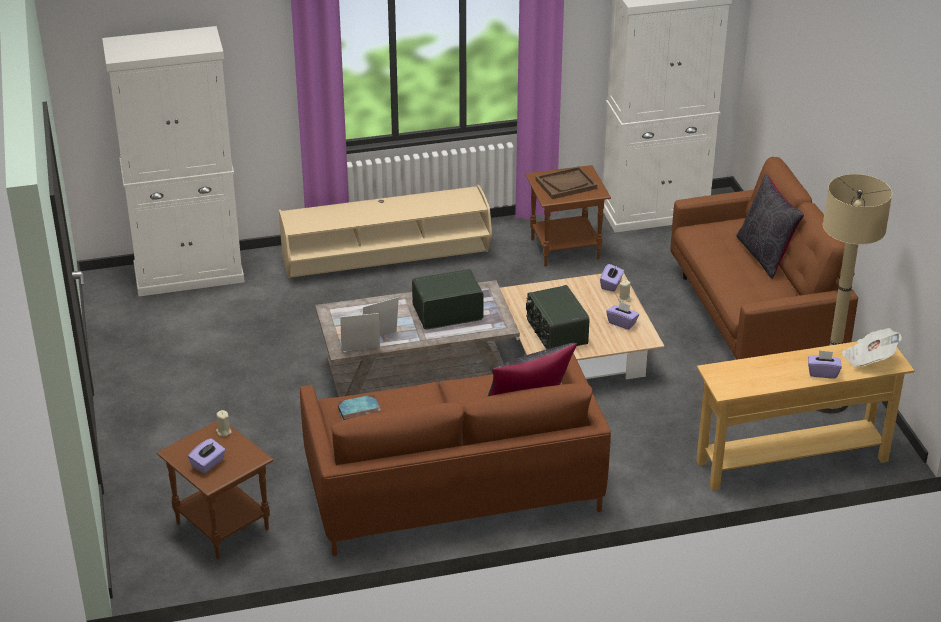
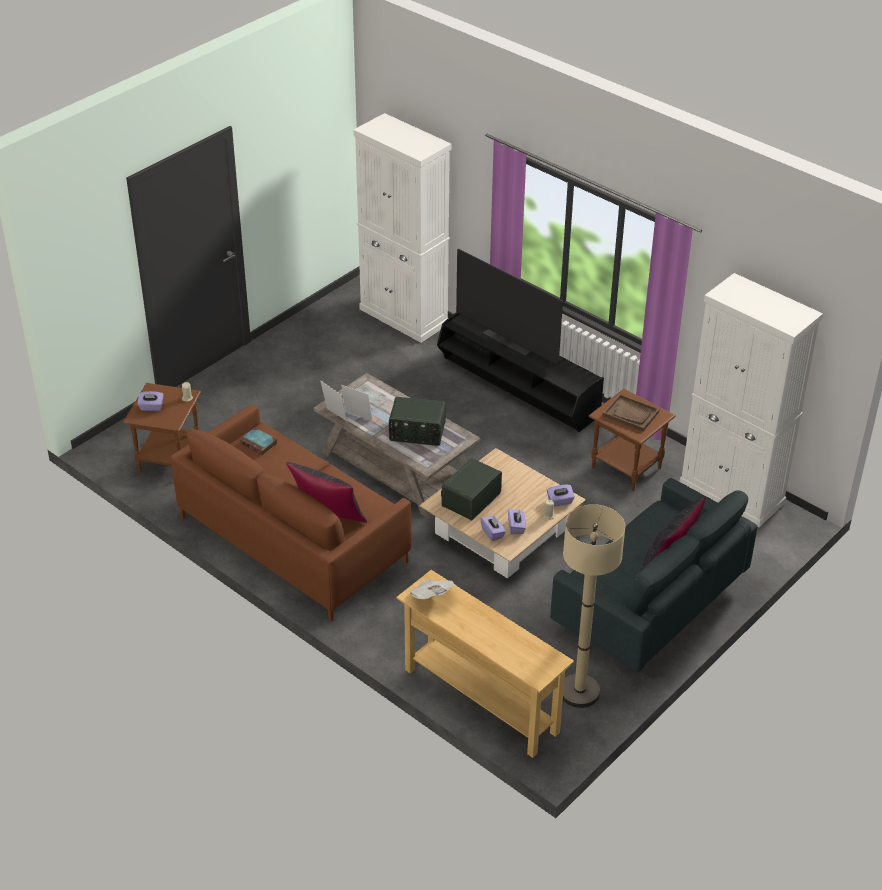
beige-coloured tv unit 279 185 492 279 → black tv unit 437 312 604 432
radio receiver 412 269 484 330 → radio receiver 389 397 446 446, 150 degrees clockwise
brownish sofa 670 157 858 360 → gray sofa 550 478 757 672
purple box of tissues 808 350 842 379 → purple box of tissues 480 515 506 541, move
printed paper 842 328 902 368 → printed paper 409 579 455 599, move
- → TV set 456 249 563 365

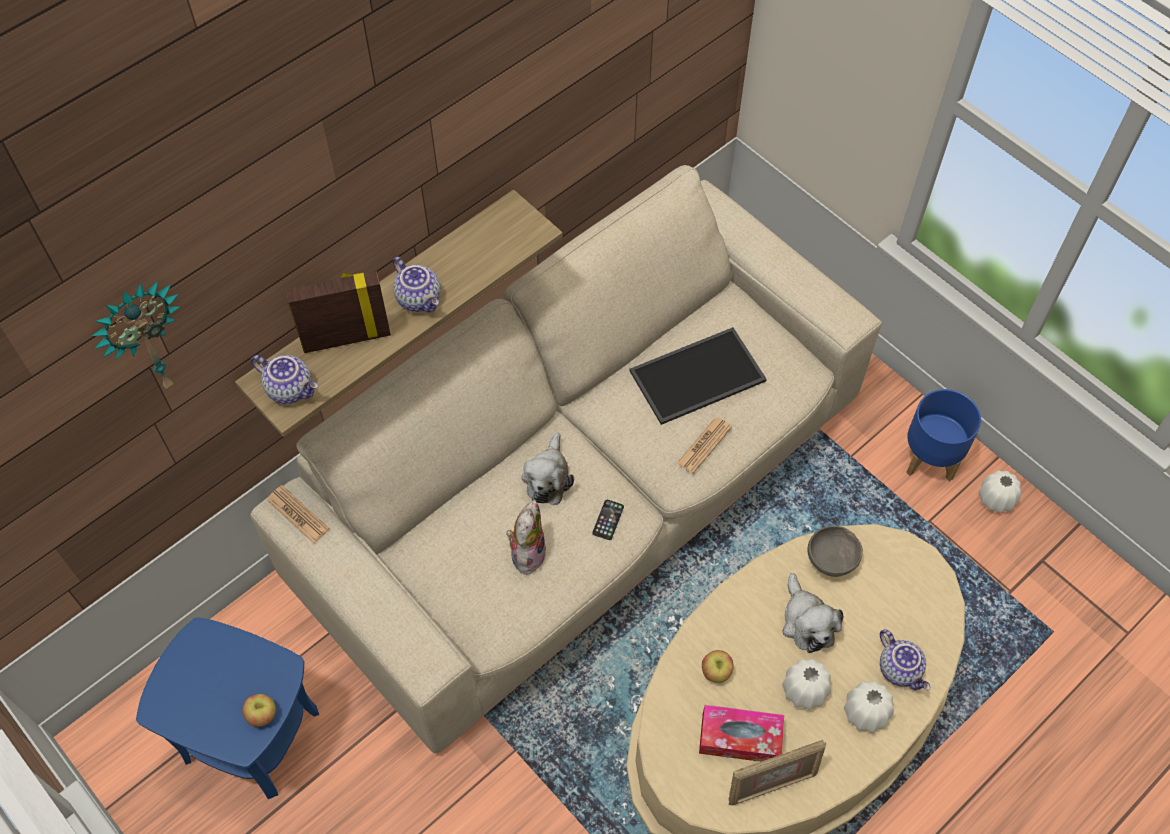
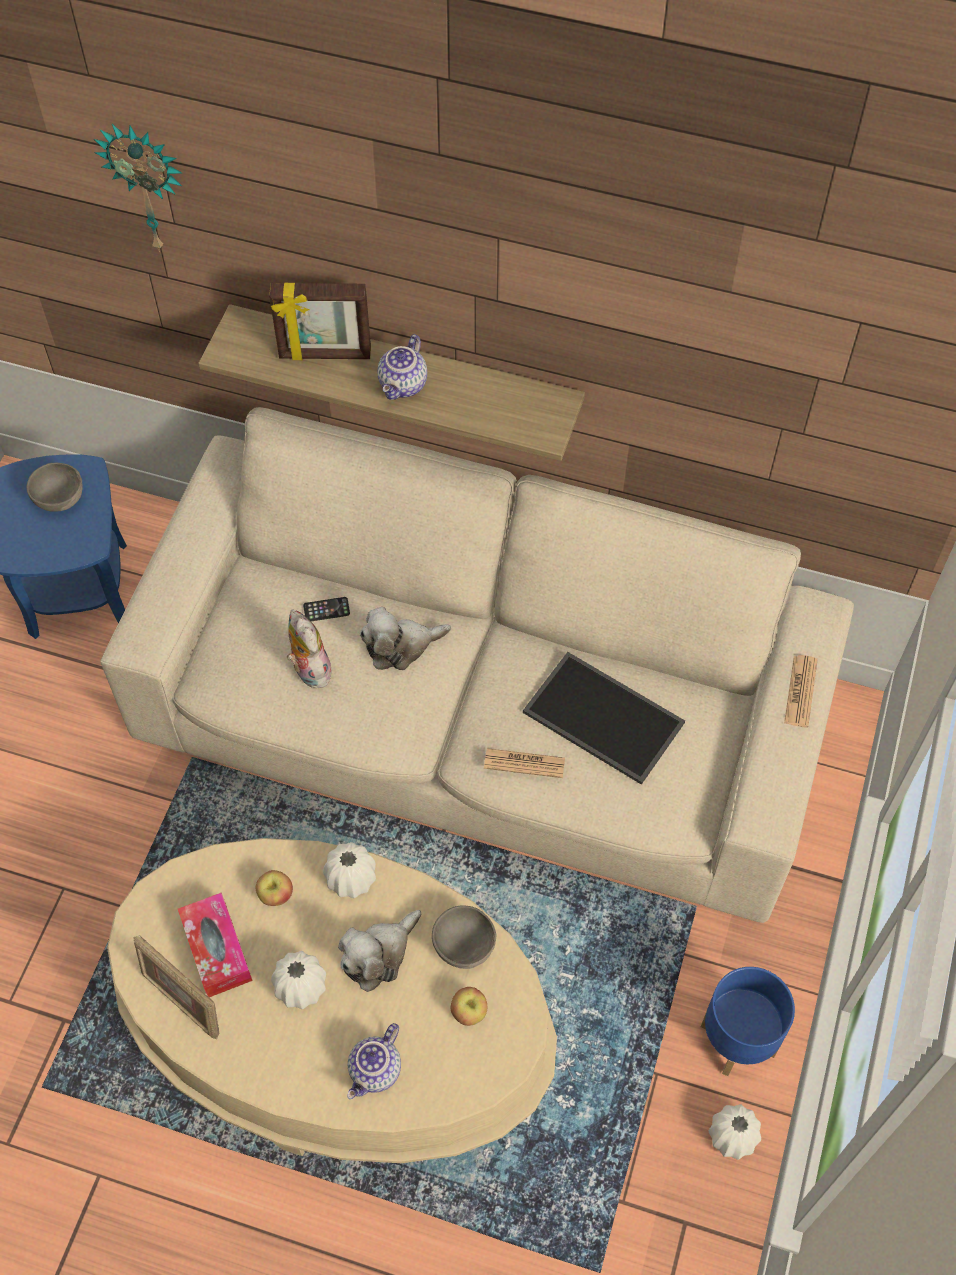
whole apple 242 694 276 727 → whole apple 451 987 487 1026, move
teapot 251 355 318 404 → -
printed paper 267 485 330 543 → printed paper 784 655 818 728, move
picture frame 286 271 391 353 → picture frame 269 283 371 360, 135 degrees clockwise
cuddly toy 506 500 546 576 → cuddly toy 287 609 335 688, 105 degrees counterclockwise
phone 592 500 624 540 → phone 303 597 350 621, move
white-coloured decorative vase 844 681 894 733 → white-coloured decorative vase 323 842 376 898, move
- → gray serving bowl 26 463 82 512

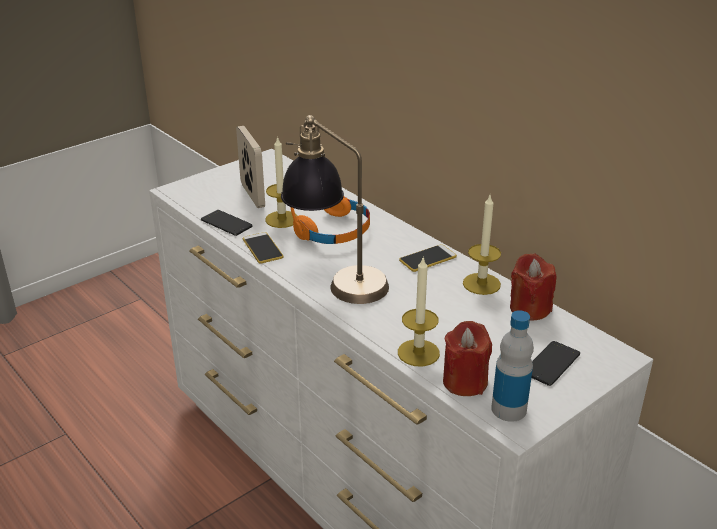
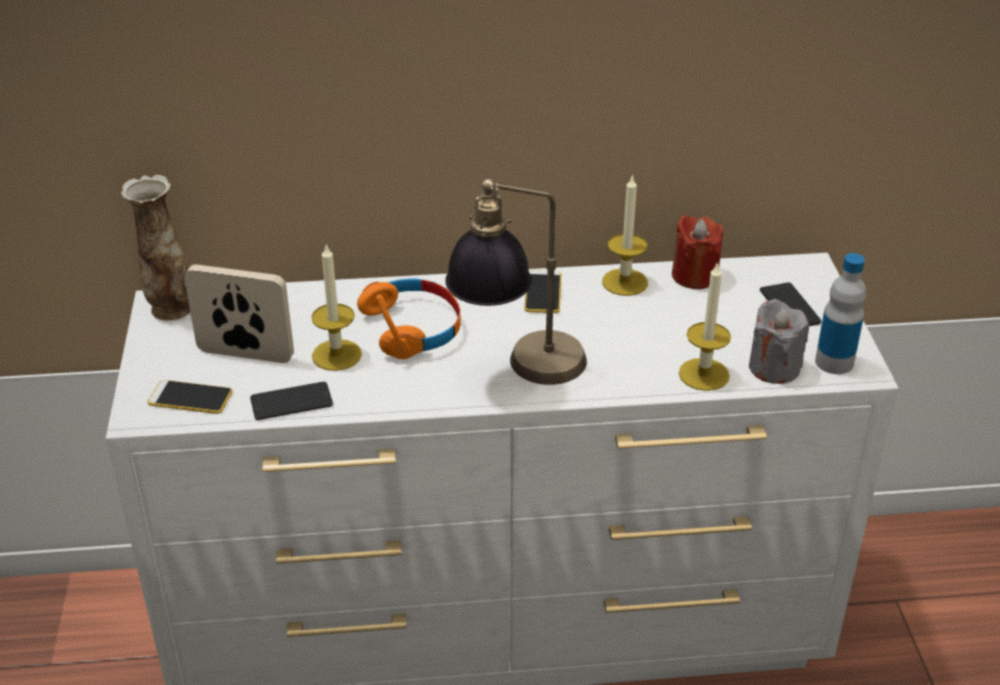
phone 243 232 284 264 → phone 148 380 233 414, move
red-coloured wax candle 443 321 492 396 → gray wax candle 749 299 809 384
- → decorative vase 121 175 190 321

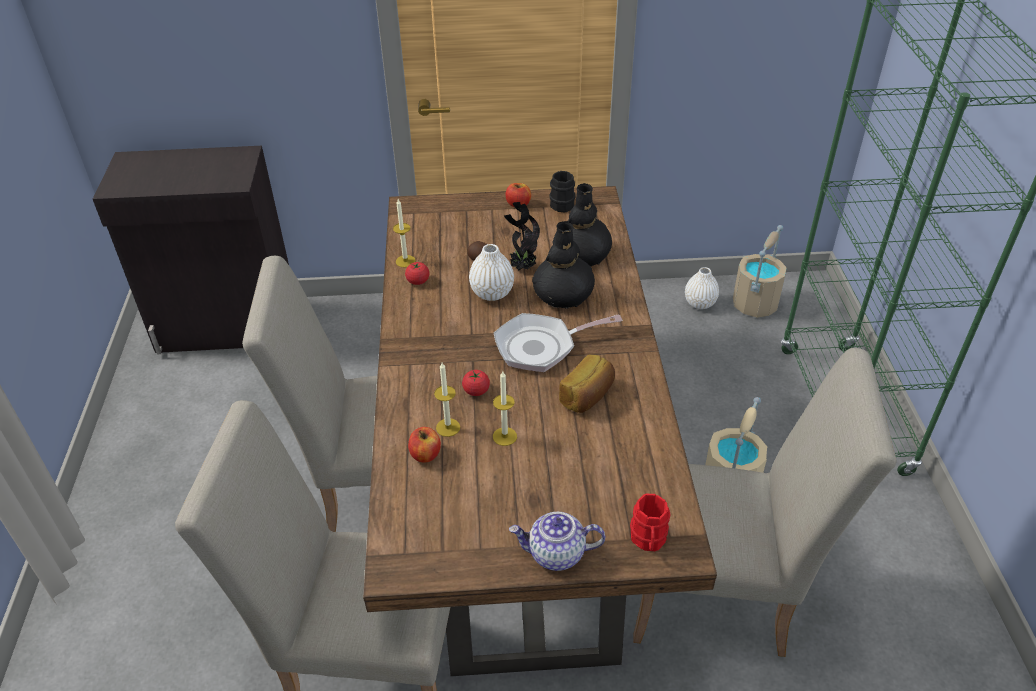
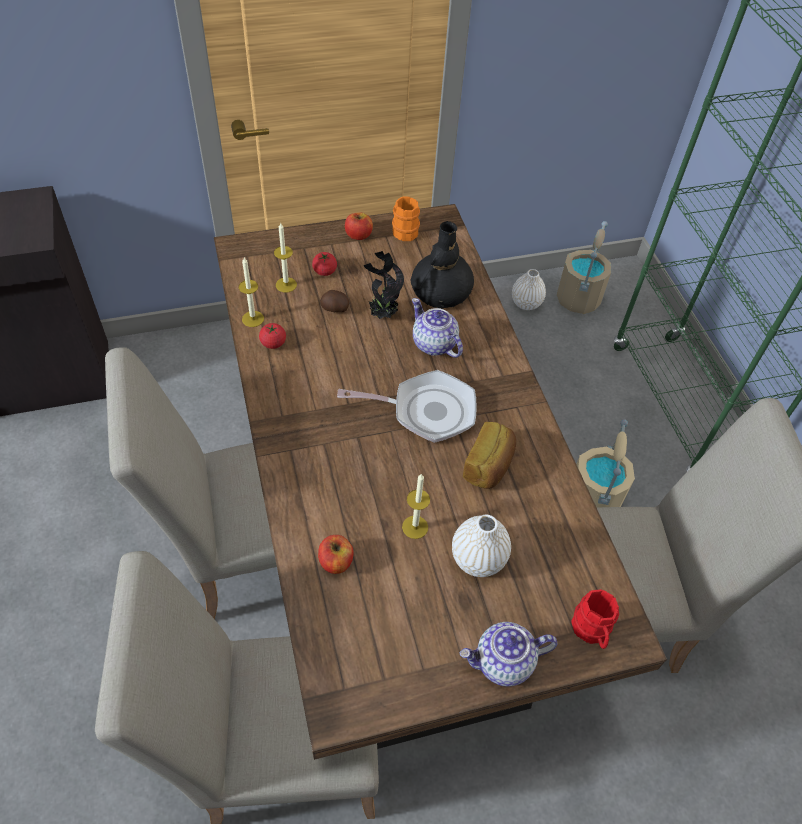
wax candle 434 363 460 437 → wax candle 274 222 297 293, move
fresh tomato 462 370 490 396 → fresh tomato 312 252 337 276, move
white-coloured decorative vase 469 244 514 301 → white-coloured decorative vase 452 515 511 577, move
pan 494 313 622 372 → pan 337 370 477 443, 150 degrees counterclockwise
black decorative vase 532 221 595 308 → teapot 412 298 463 358
black tea mug 550 171 575 212 → orange-coloured tea mug 392 196 420 241

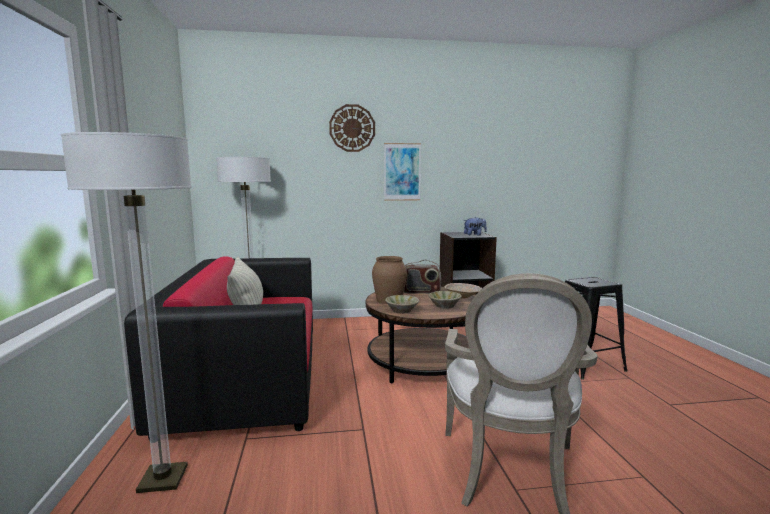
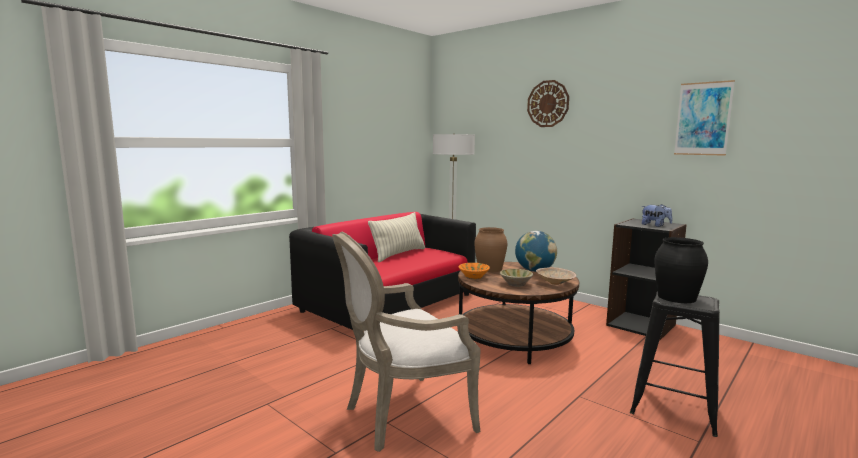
floor lamp 61 132 192 493 → -
picture 384 143 421 201 → picture 674 80 735 156, move
beige-coloured serving bowl 385 295 419 314 → orange-coloured serving bowl 458 263 490 279
radio receiver 404 260 442 294 → world globe 515 231 557 272
- → black decorative vase 654 237 708 303

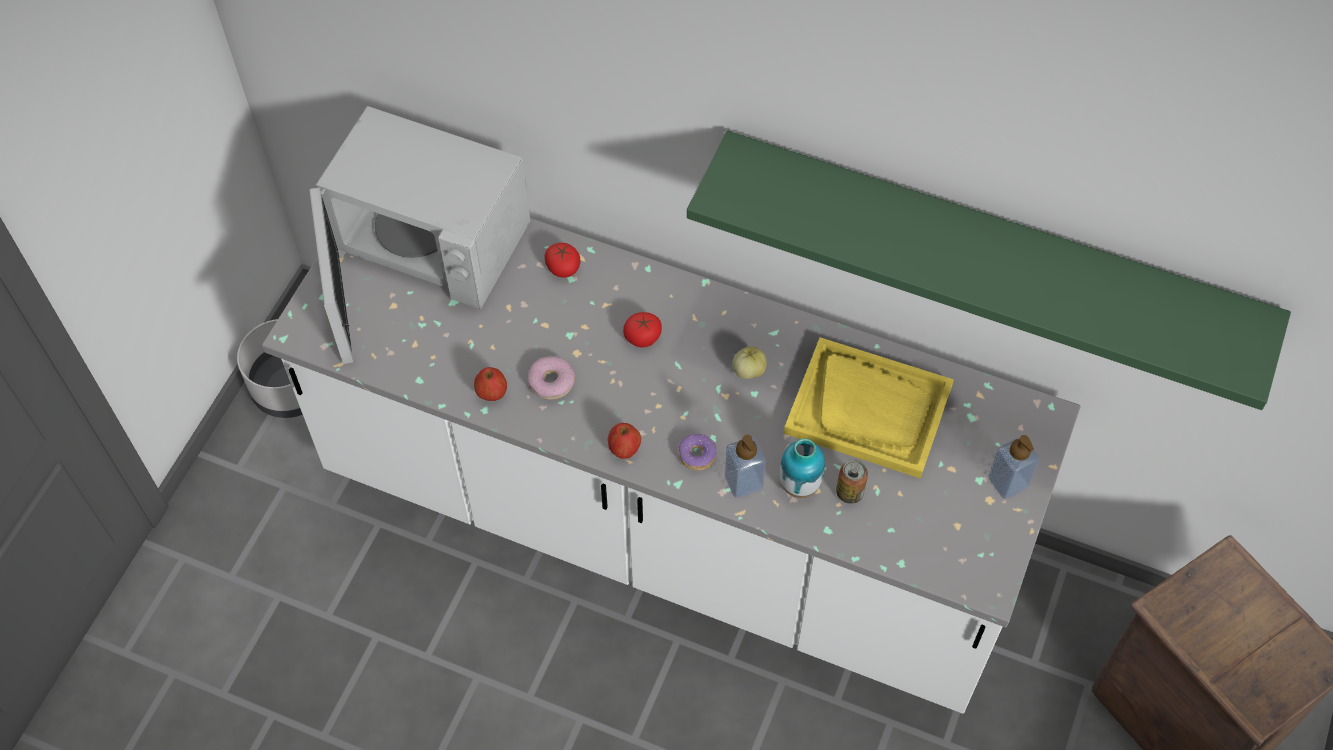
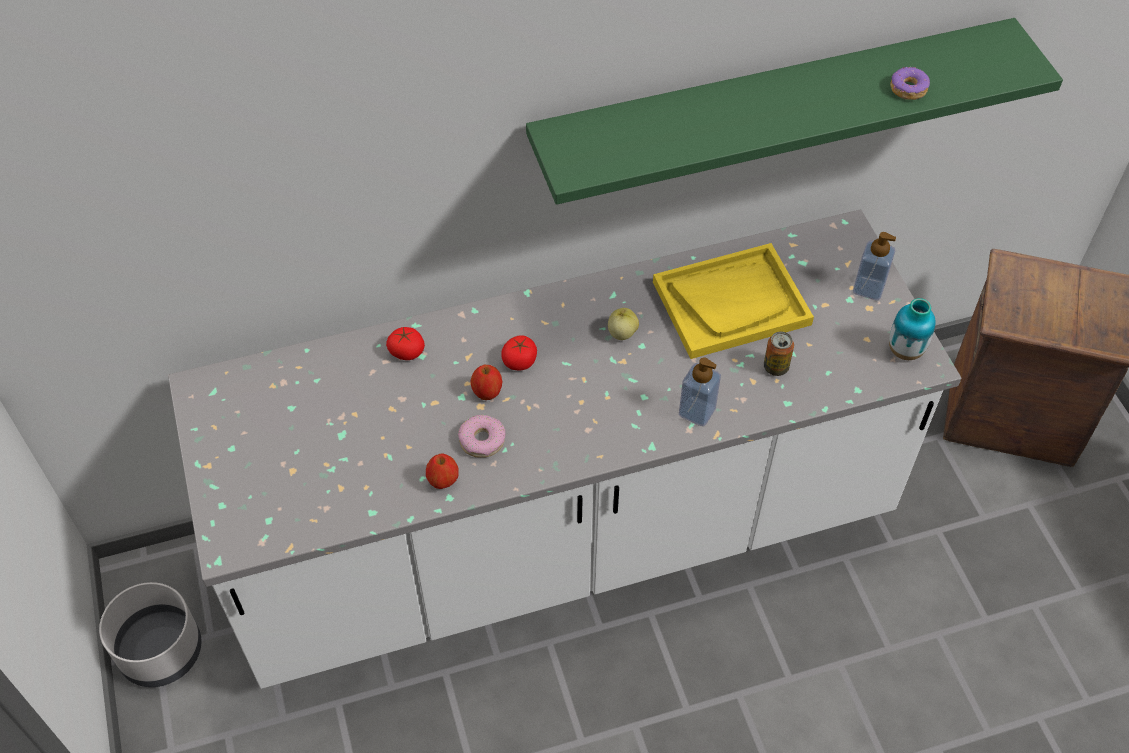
white-coloured microwave oven 309 106 530 364 → -
whole apple 608 423 641 459 → whole apple 471 365 502 400, move
ring doughnut 678 434 717 471 → ring doughnut 890 67 930 100, move
decorative vase 780 438 825 498 → decorative vase 889 298 936 360, move

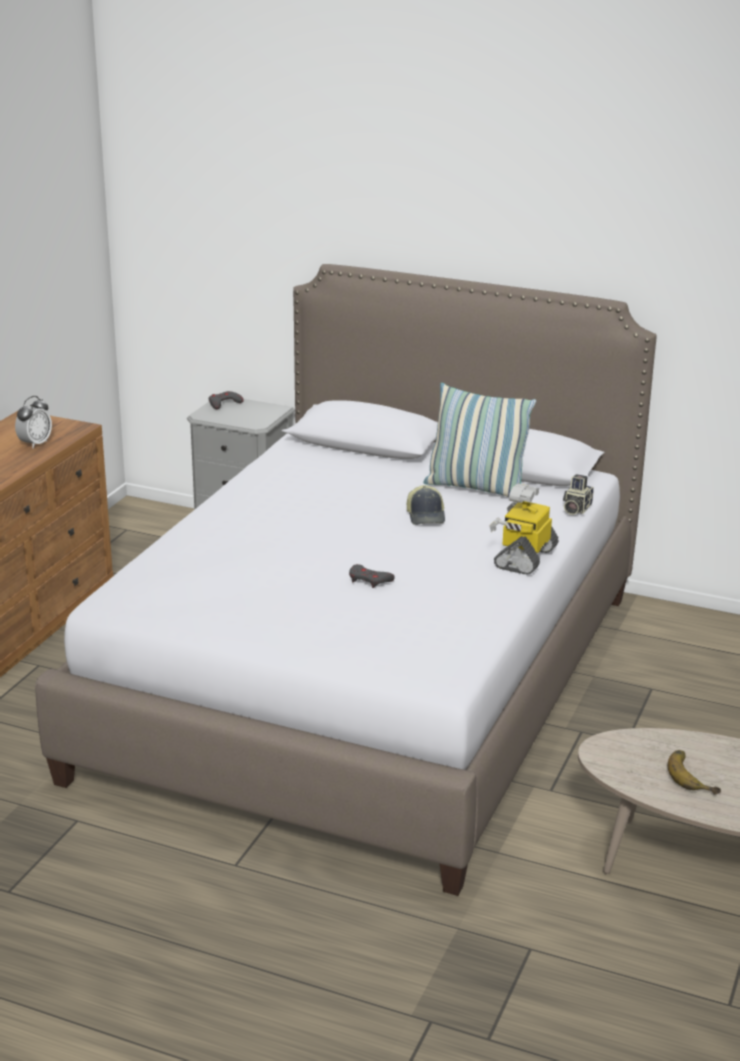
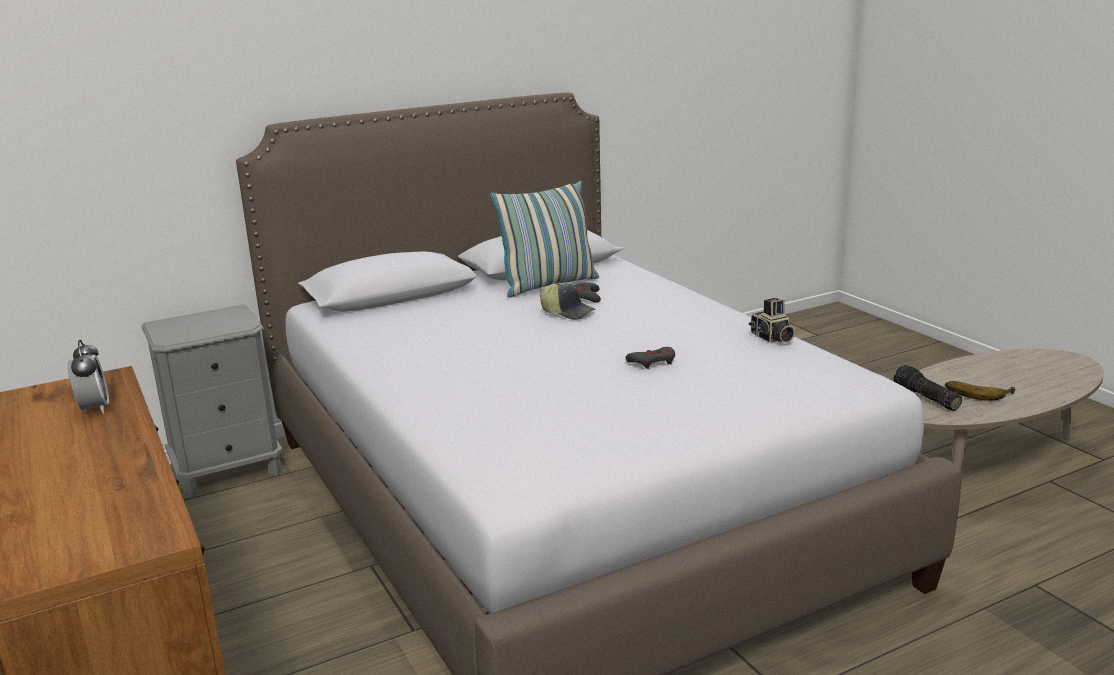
gray gamepad 209 391 244 409 → gray gamepad 574 283 601 303, move
model robot 489 484 559 575 → -
still camera 563 474 594 515 → still camera 749 298 795 343, move
- → torch 894 365 962 411

